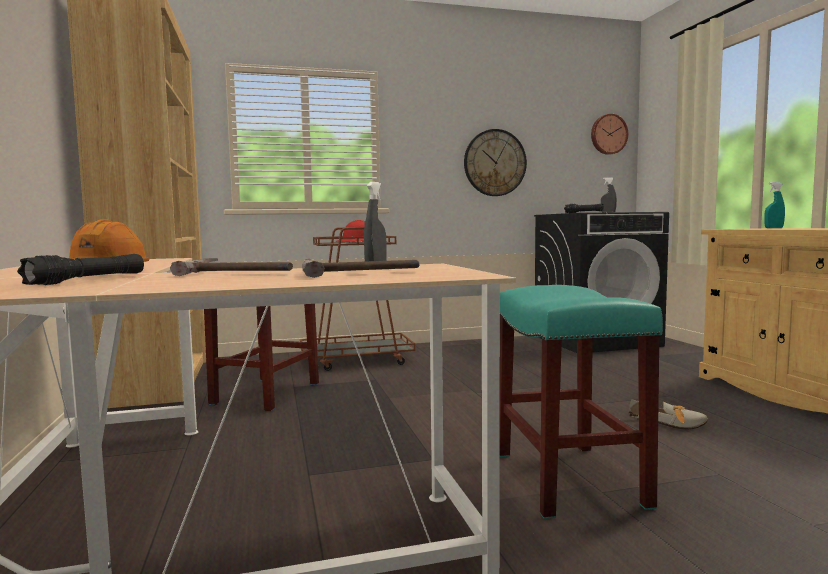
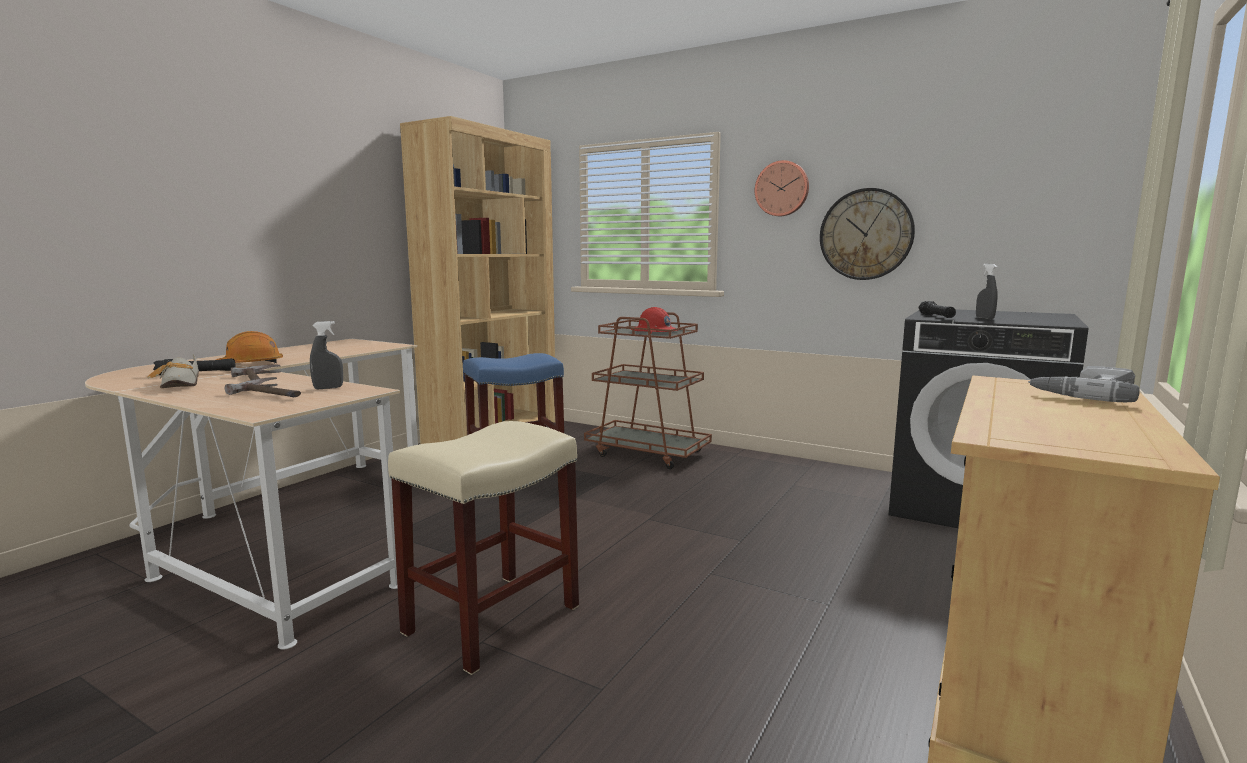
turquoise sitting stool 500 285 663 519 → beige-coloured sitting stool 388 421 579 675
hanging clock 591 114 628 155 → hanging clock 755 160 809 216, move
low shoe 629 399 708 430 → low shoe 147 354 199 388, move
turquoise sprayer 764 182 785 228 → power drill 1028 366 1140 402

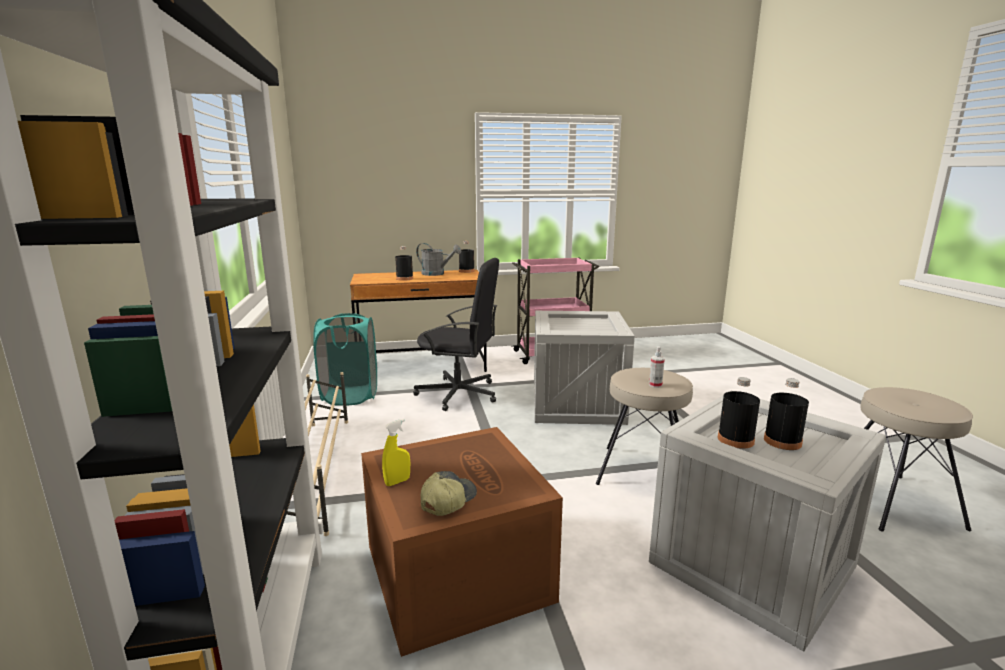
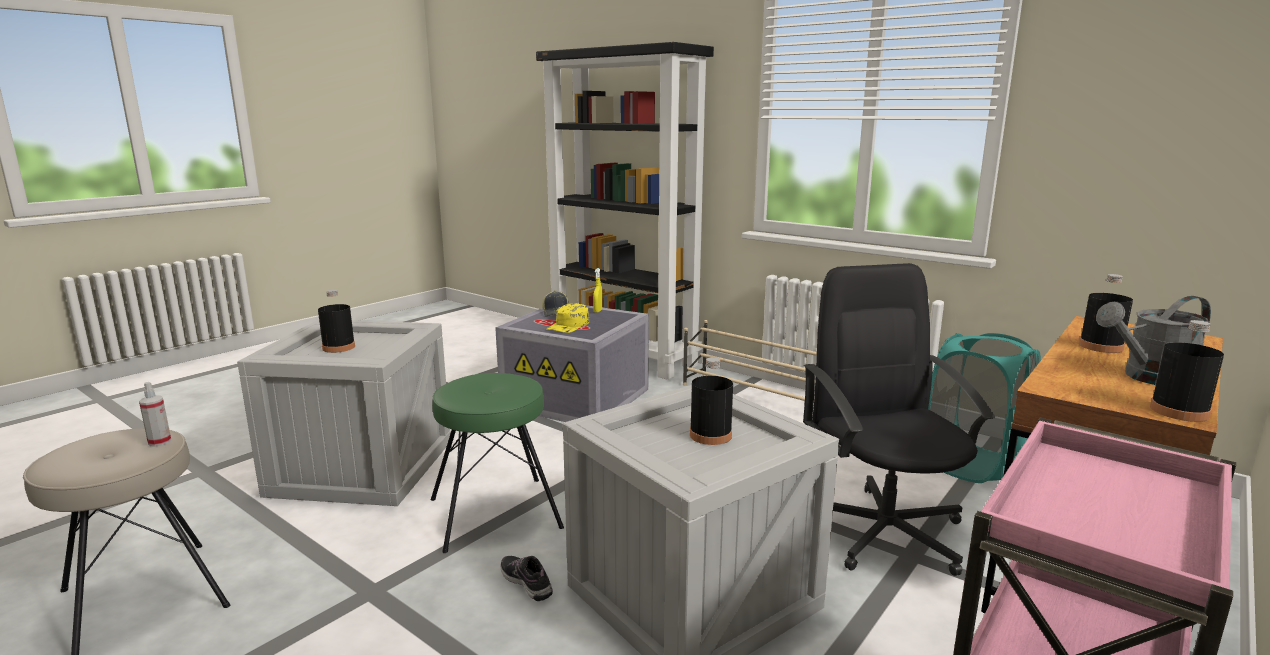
brownish storage box 361 427 563 657 → gray storage box 495 303 649 422
black desk chair 413 258 499 411 → black desk chair 803 263 995 576, 105 degrees clockwise
beige-coloured sitting stool 596 368 693 485 → greenish sitting stool 431 373 564 553
sprayer 649 346 665 388 → sprayer 139 382 171 447, move
black bottle 718 377 760 449 → black bottle 690 357 733 445, move
- → low shoe 500 556 553 601
- → yellow cap 546 303 589 333

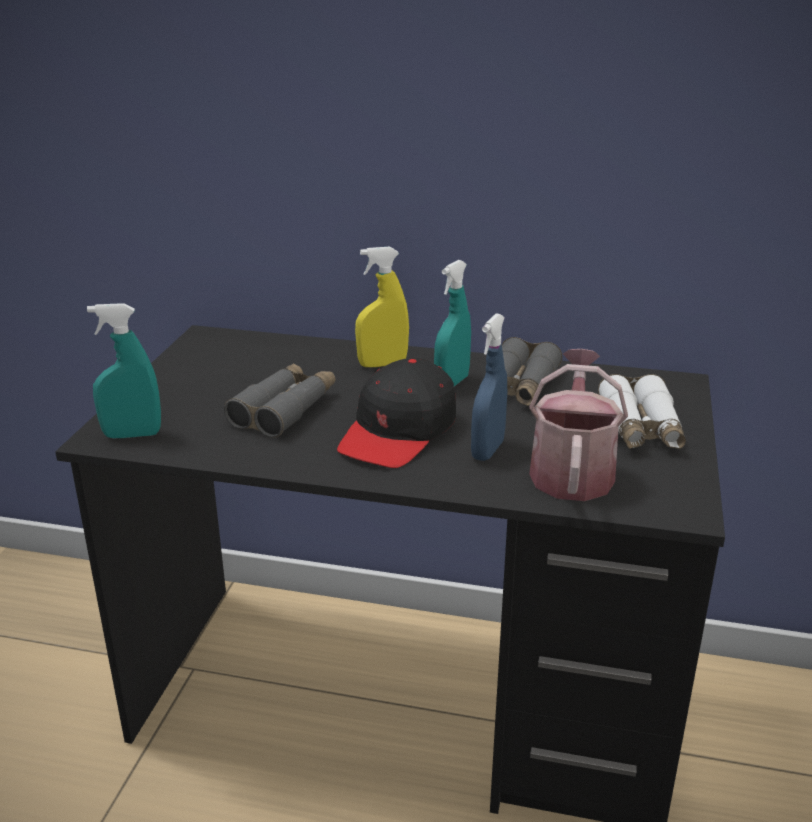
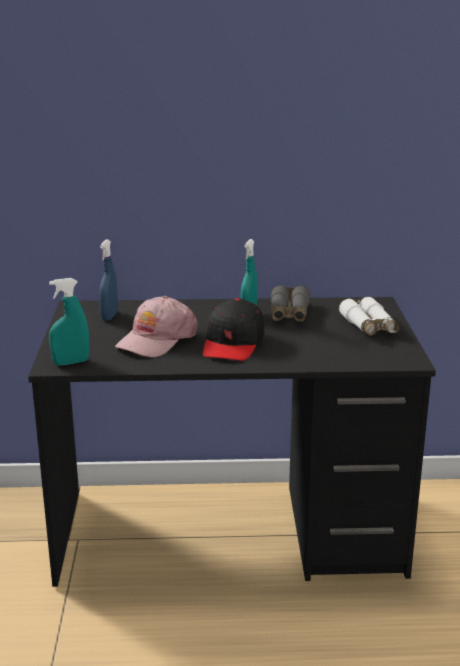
gray pair of binoculars 224 363 335 438 → pinkish cap 115 296 198 357
yellow sprayer 355 247 409 367 → -
blue-coloured sprayer 471 313 507 461 → blue-coloured sprayer 99 239 118 320, move
watering can 529 349 628 501 → -

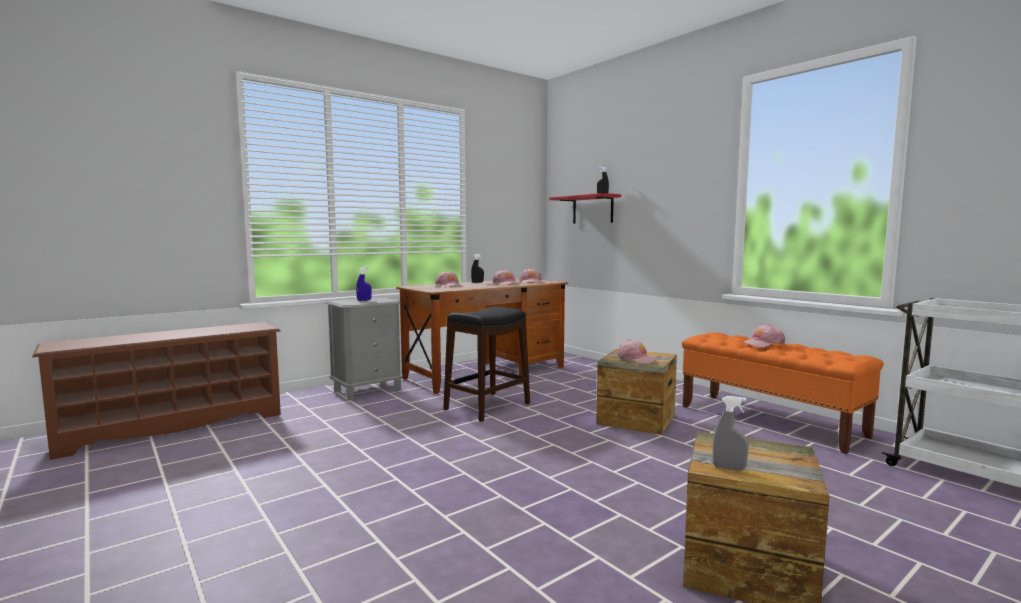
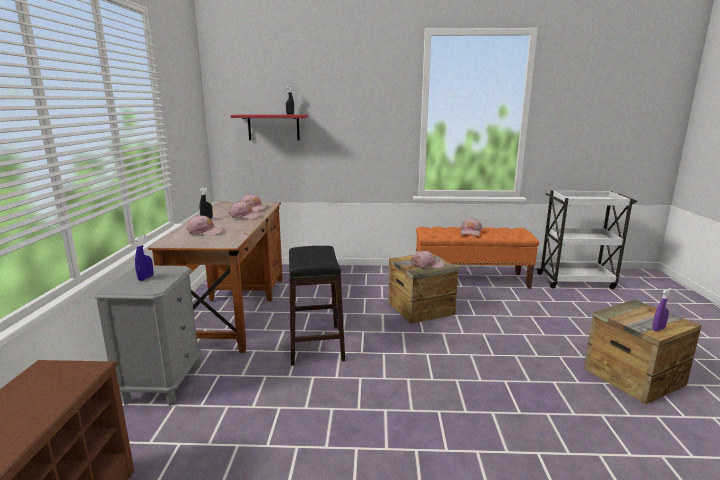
gray sprayer 713 396 749 471 → purple sprayer 652 288 672 332

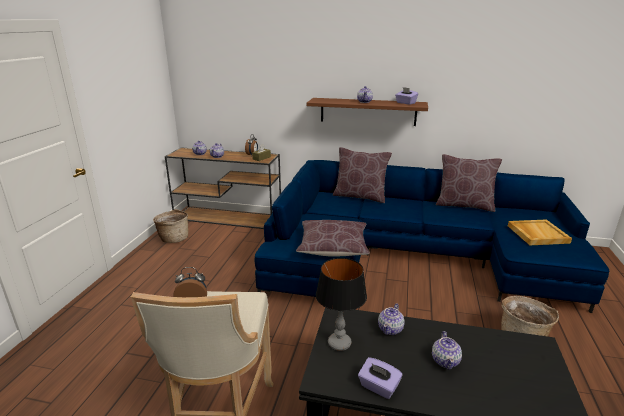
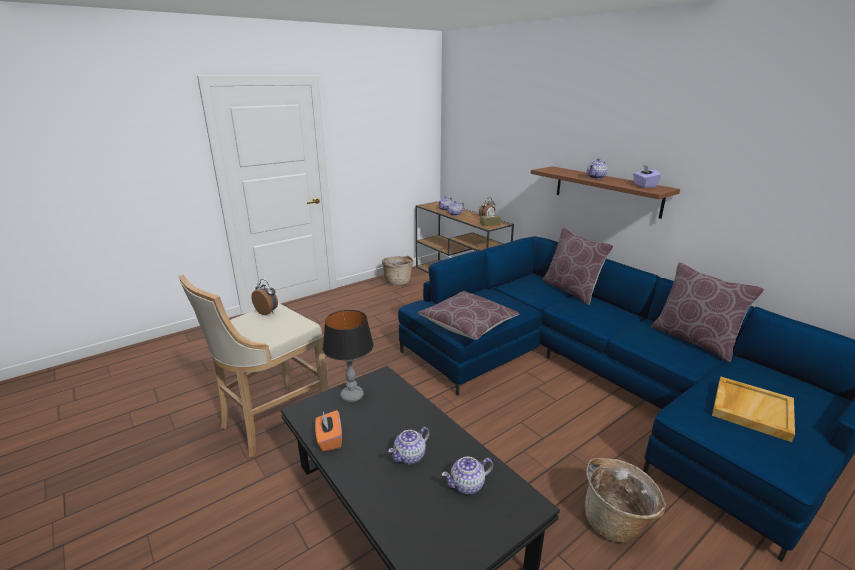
purple box of tissues 358 357 403 399 → orange-coloured box of tissues 315 410 342 451
teapot 378 303 405 335 → teapot 442 457 493 494, move

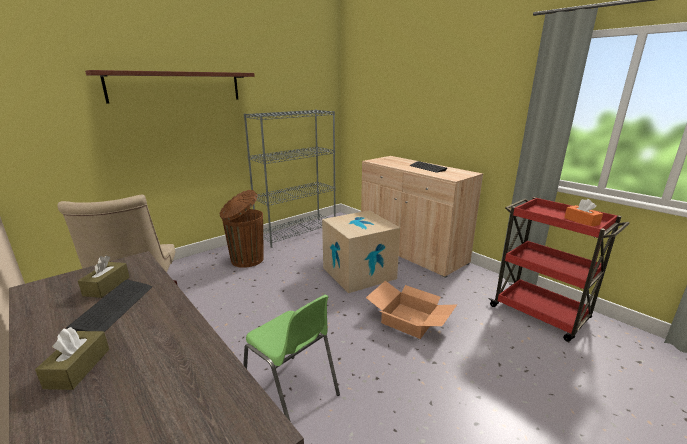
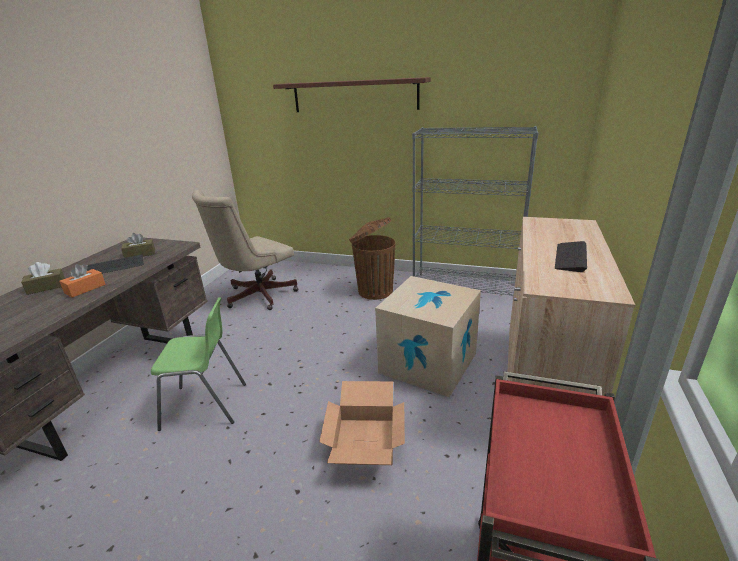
greenish plain chair 243 295 340 422 → greenish plain chair 151 297 246 431, 105 degrees counterclockwise
orange-coloured box of tissues 564 199 603 227 → orange-coloured box of tissues 59 264 106 298, move

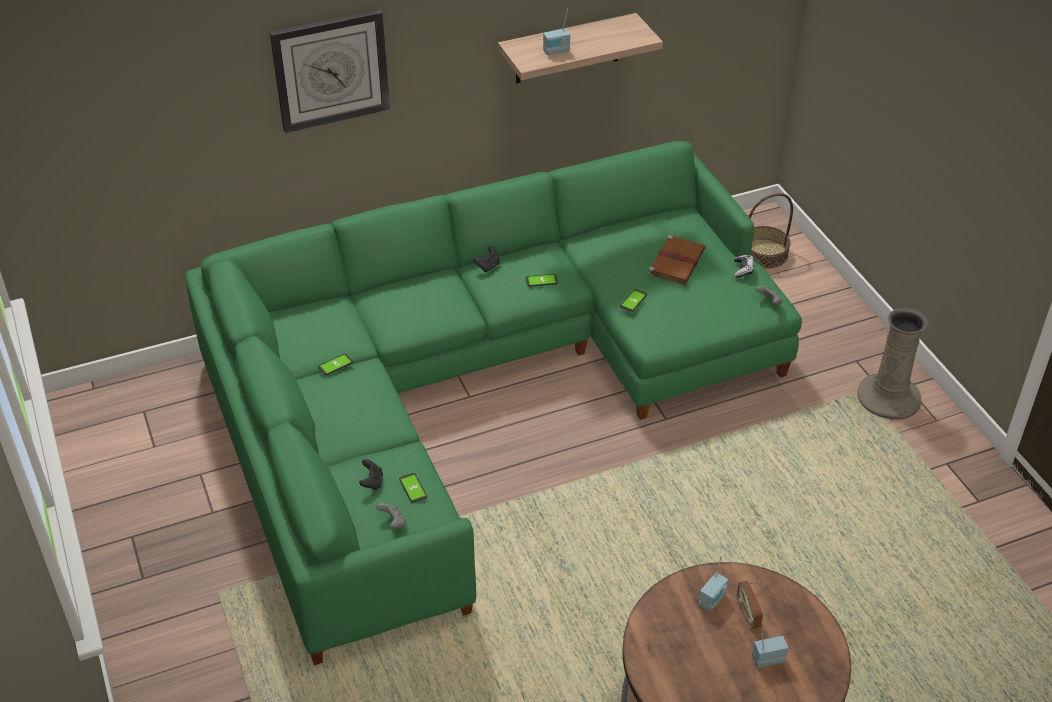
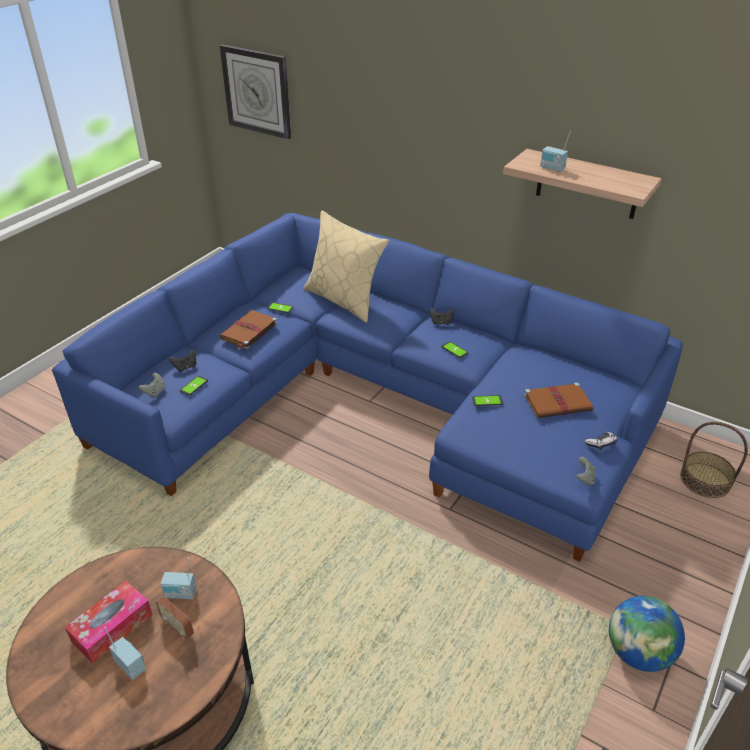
greenish sofa 185 141 802 665 → blue-coloured sofa 52 213 683 562
hanging clock 270 10 390 133 → hanging clock 220 45 291 140, move
radio receiver 737 581 763 629 → radio receiver 156 591 194 639, 90 degrees counterclockwise
beige-coloured decorative vase 857 308 928 420 → world globe 609 596 685 672
- → box of tissues 65 581 153 663
- → brownish volume 219 310 278 350
- → beige-coloured throw pillow 303 211 389 323

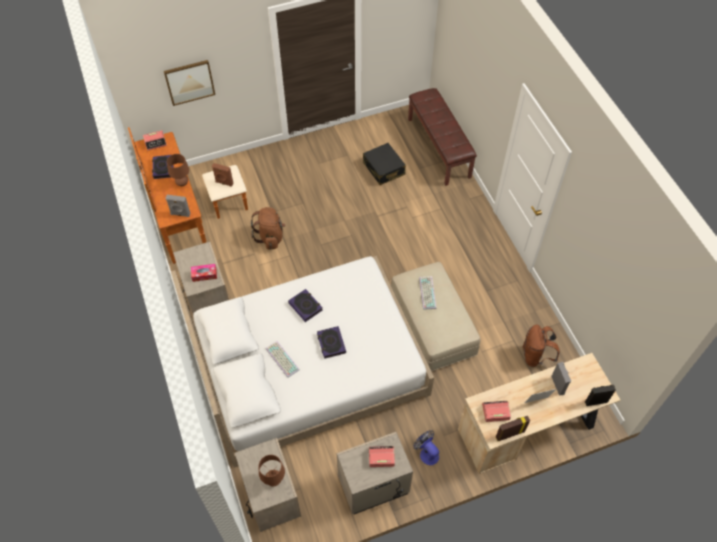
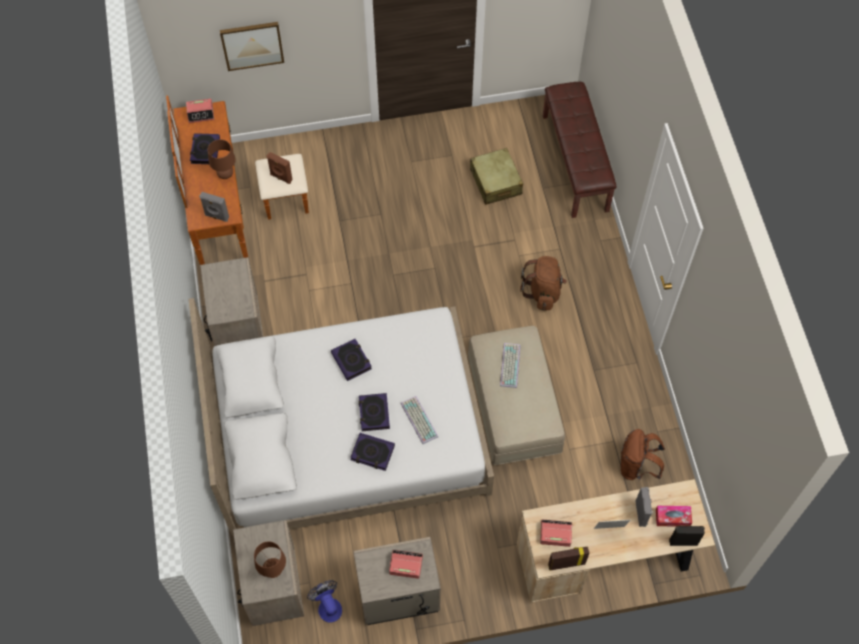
box of tissues 191 264 217 282 → box of tissues 656 506 692 527, move
brownish knapsack 251 207 285 250 → brownish knapsack 520 256 567 311, move
computer keyboard 266 341 300 377 → computer keyboard 401 396 438 444, move
black piece of luggage 363 143 406 185 → beige-coloured piece of luggage 470 148 523 205
cooling fan 414 430 439 465 → cooling fan 307 580 342 622, move
- → volume 350 433 395 471

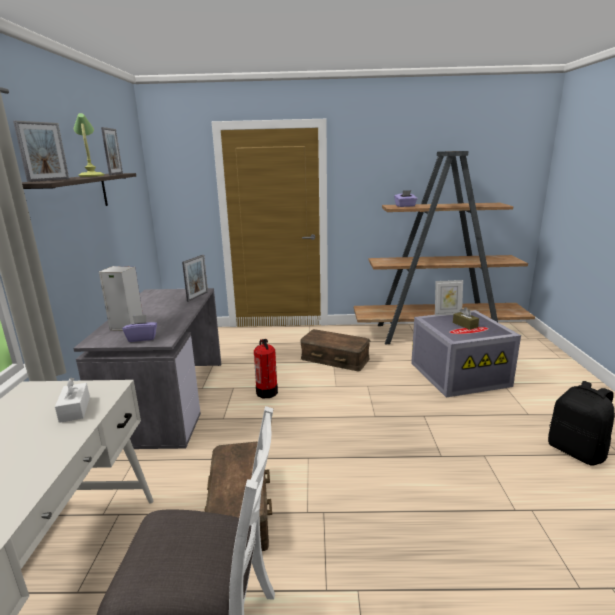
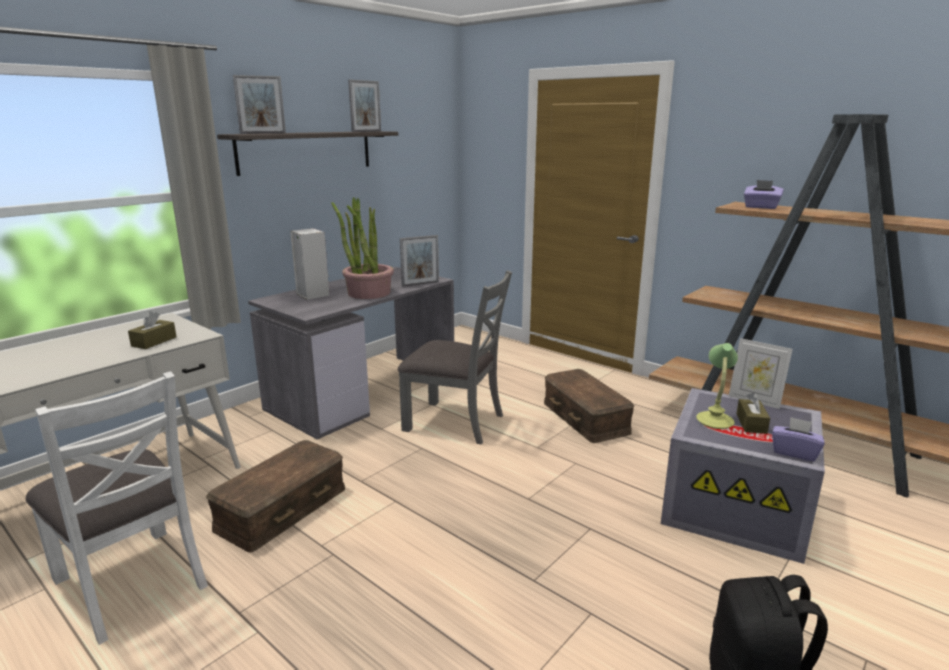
white-coloured box of tissues 55 378 90 423 → brownish box of tissues 128 311 177 349
lamp for a table 74 113 105 177 → lamp for a table 696 343 738 429, move
purple box of tissues 122 315 157 342 → purple box of tissues 772 417 824 461, move
fire-fighting cylinder 254 339 278 398 → gray plain chair 398 270 512 445
- → houseplant 331 197 394 299

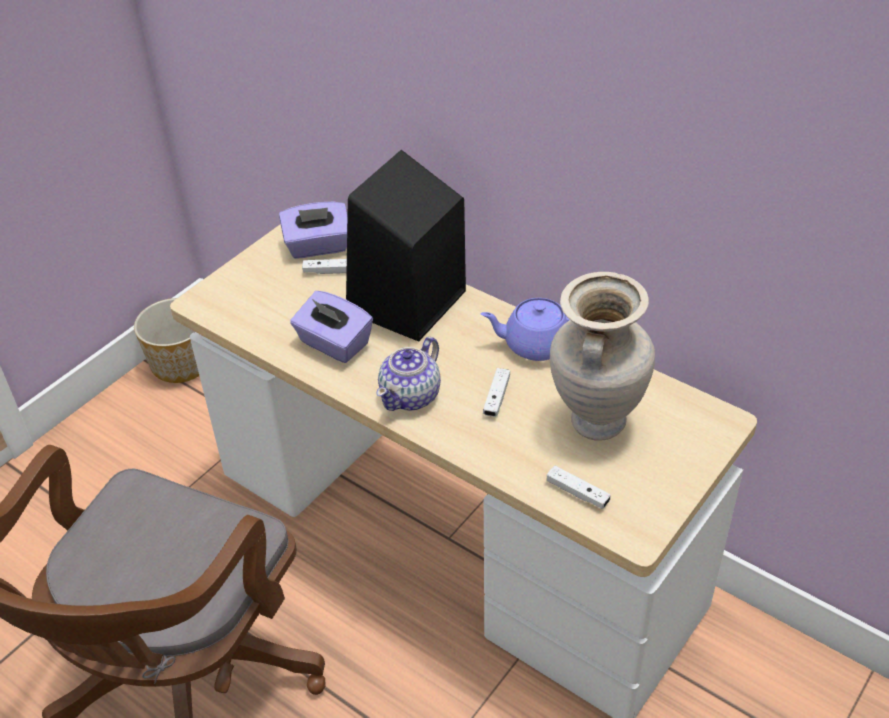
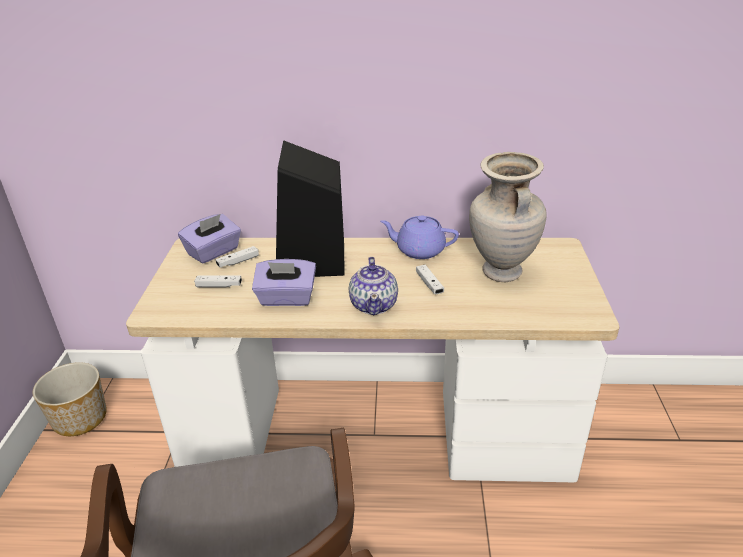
purple teapot 480 298 570 361 → purple teapot 380 216 459 259, 45 degrees clockwise
white-coloured gamepad 547 466 611 509 → white-coloured gamepad 194 276 242 288, move

